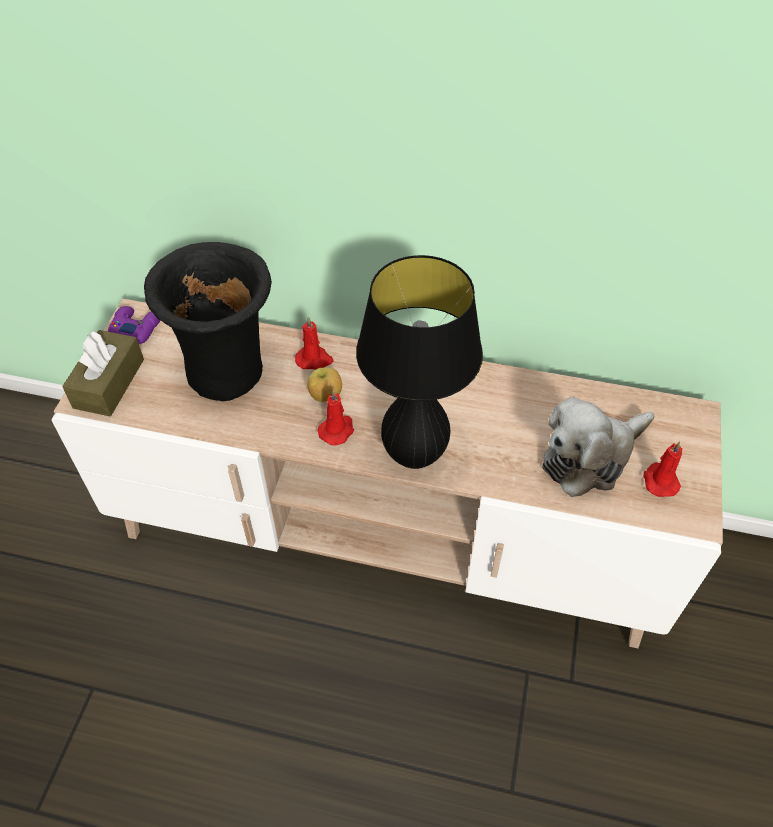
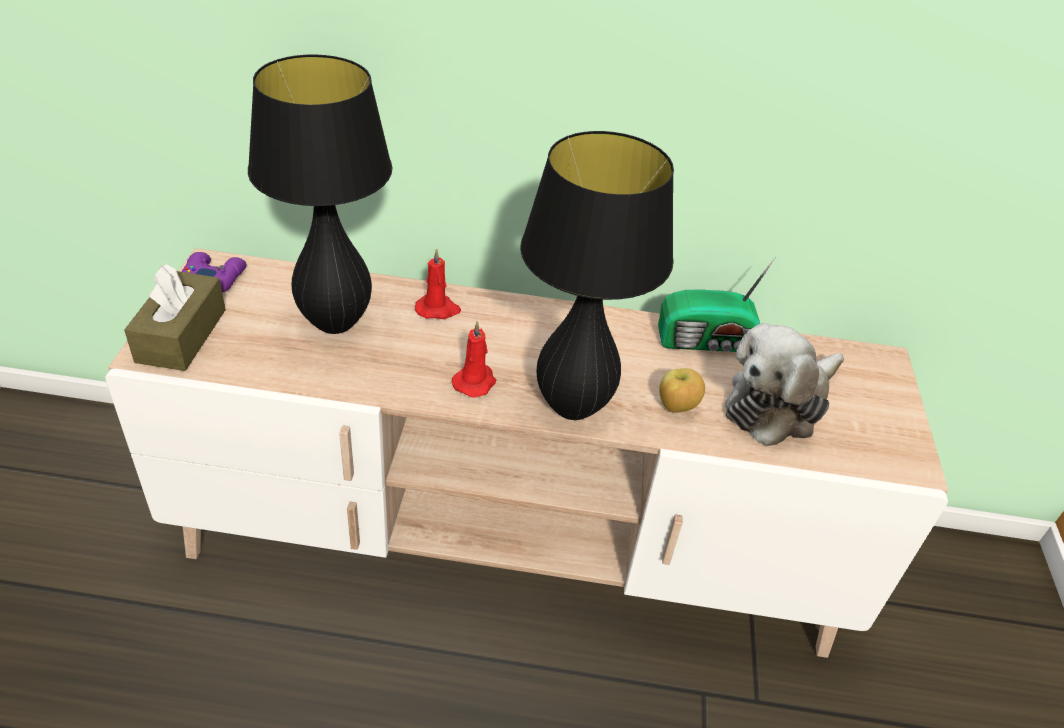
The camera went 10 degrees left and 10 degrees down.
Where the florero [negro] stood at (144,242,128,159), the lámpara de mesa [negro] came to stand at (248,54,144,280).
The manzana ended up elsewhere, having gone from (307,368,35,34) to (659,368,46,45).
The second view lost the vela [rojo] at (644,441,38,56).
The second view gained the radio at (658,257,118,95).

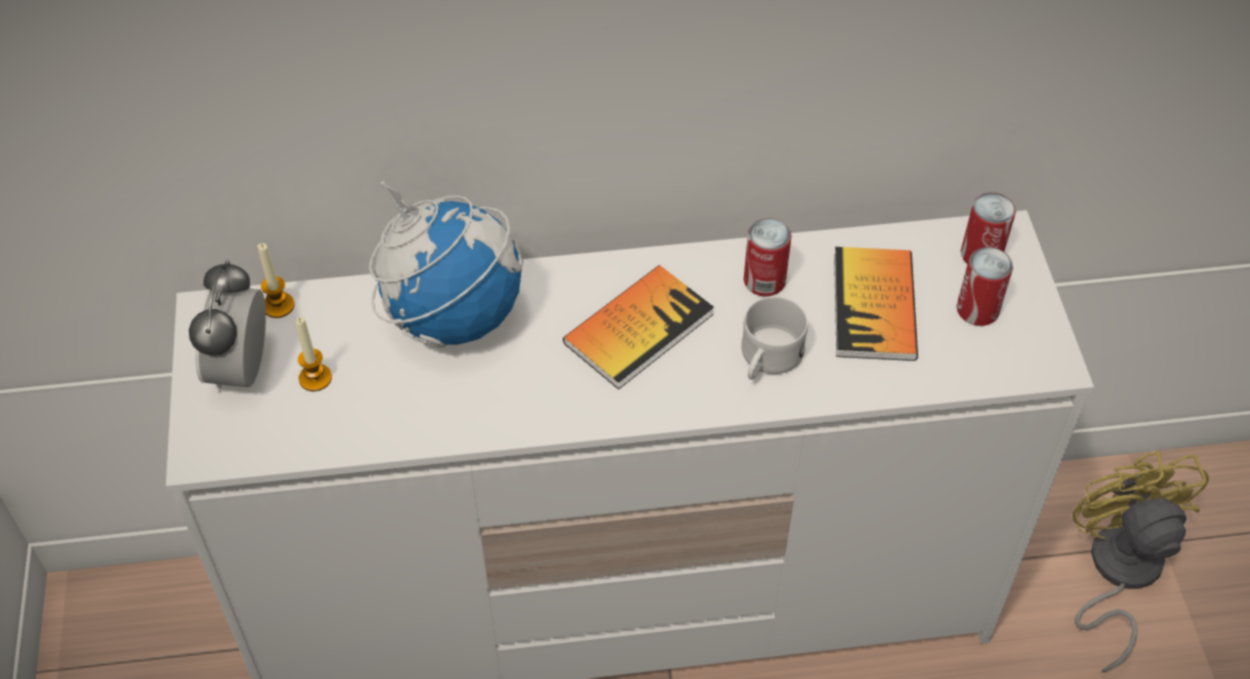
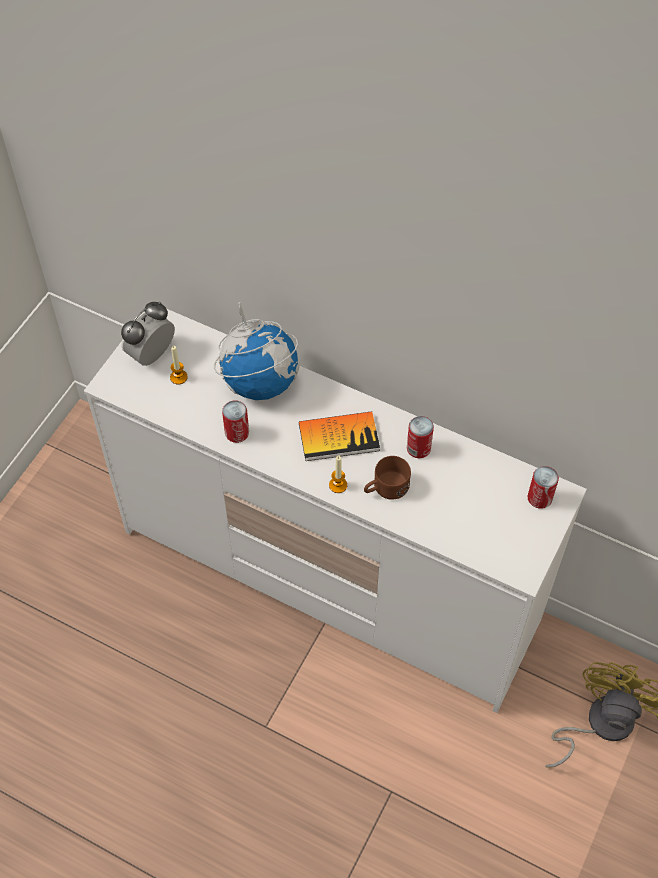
The camera went 35 degrees right and 5 degrees up.
The vela ended up elsewhere, having gone from (258,243,36,75) to (329,456,18,37).
What was the taza grande [blanco] at (741,296,67,84) turned into the taza grande [marrón] at (364,456,47,44).
The second view lost the libro at (834,247,84,114).
The lata ended up elsewhere, having gone from (957,247,56,79) to (222,401,27,42).

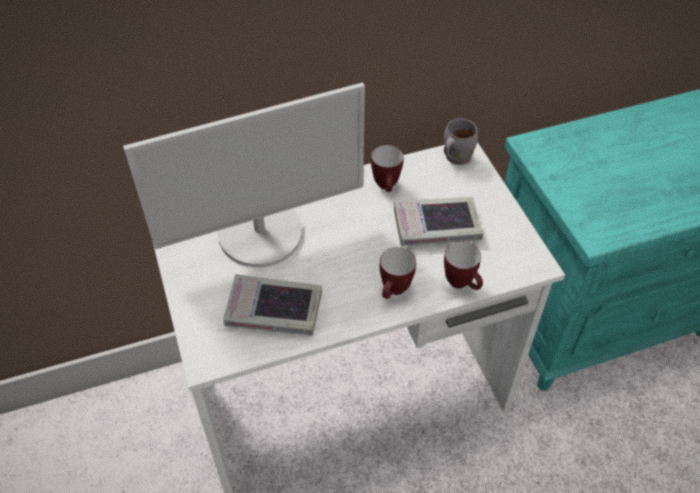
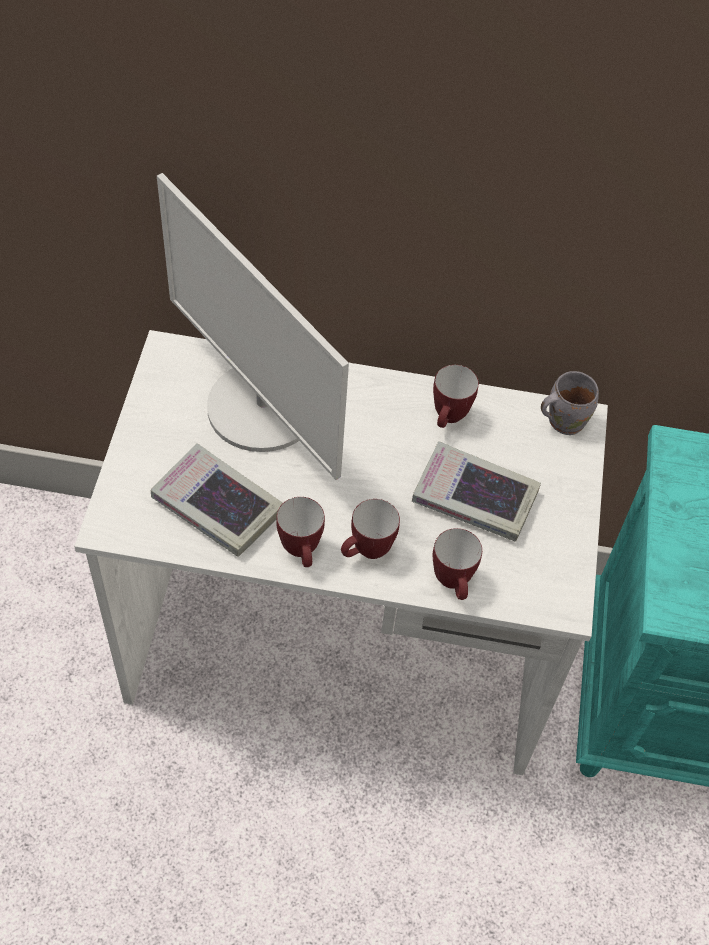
The camera went 25 degrees right and 5 degrees up.
The monitor at (123,82,242,185) ended up facing another way, 45 degrees clockwise from before.
The second view gained the taza grande at (276,497,49,70).

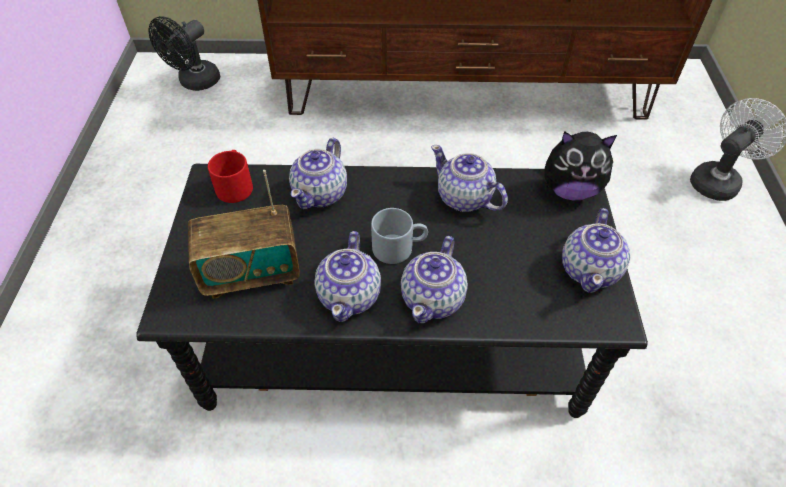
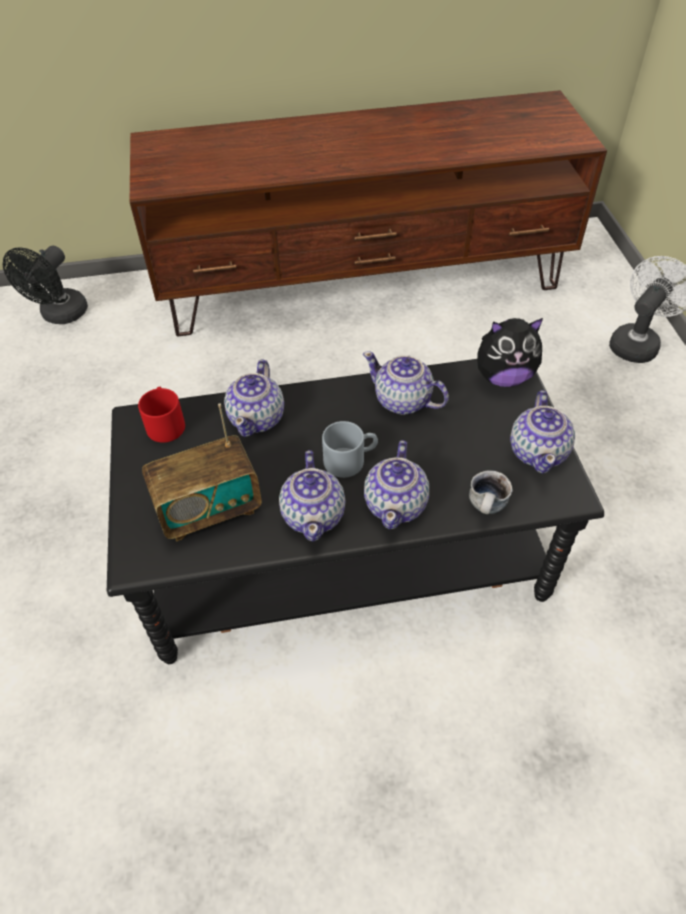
The camera went 10 degrees left and 0 degrees up.
The second view gained the taza grande at (469,470,44,44).

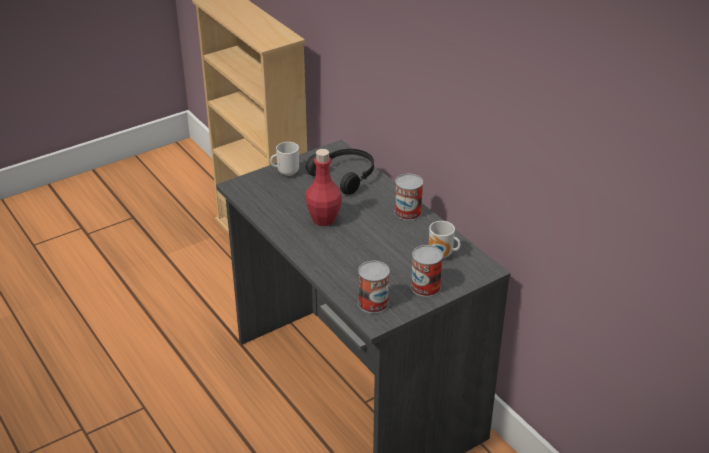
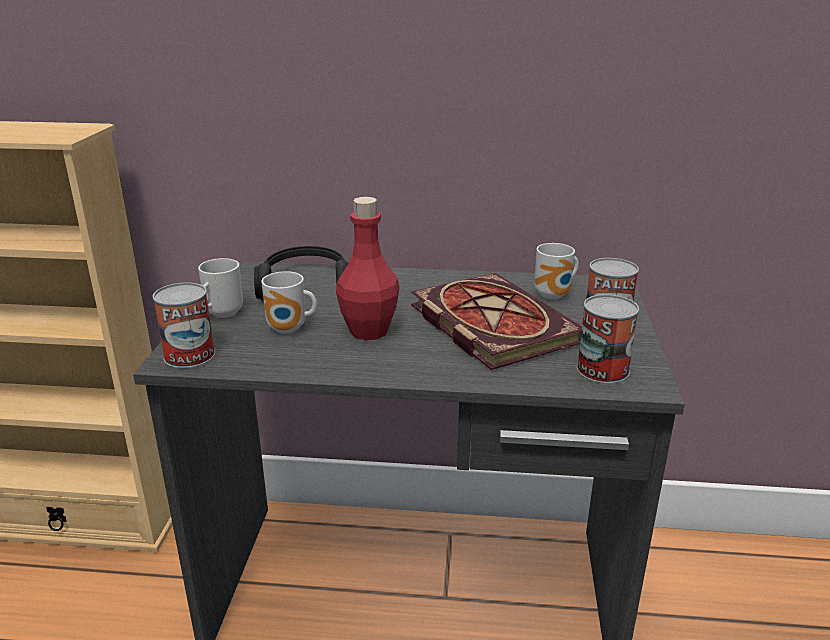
The camera went 50 degrees left and 10 degrees down.
The lata ended up elsewhere, having gone from (394,174,29,47) to (153,282,62,86).
The second view gained the taza grande at (261,271,56,63).
The second view gained the libro at (411,273,171,97).

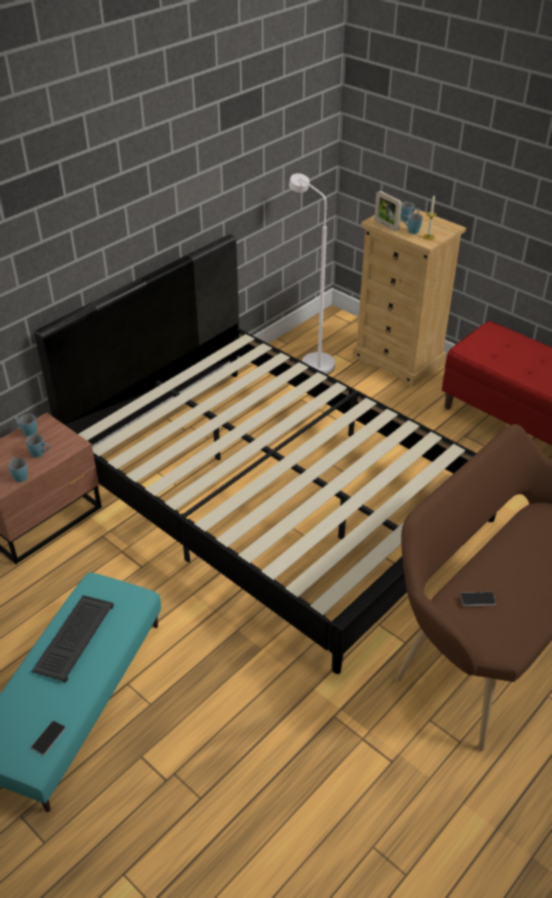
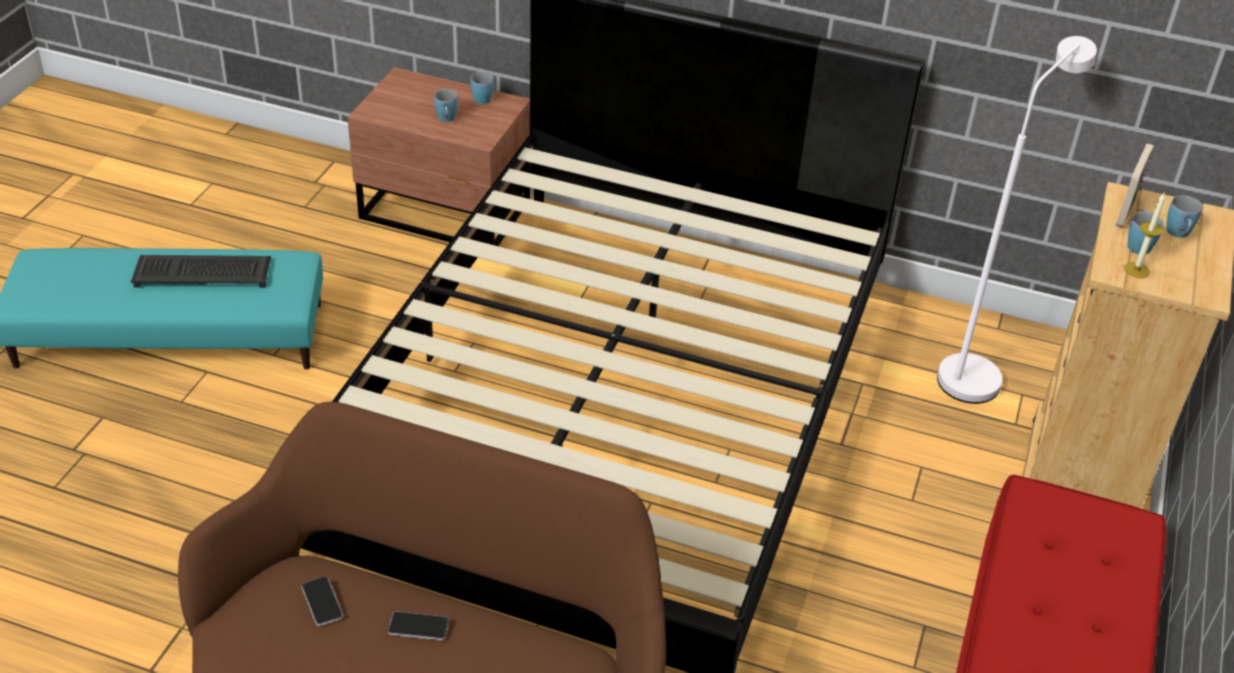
The camera went 65 degrees right and 0 degrees up.
The second view lost the taza grande [azul] at (8,457,20,25).
The móvil ended up elsewhere, having gone from (31,721,35,34) to (388,611,61,29).

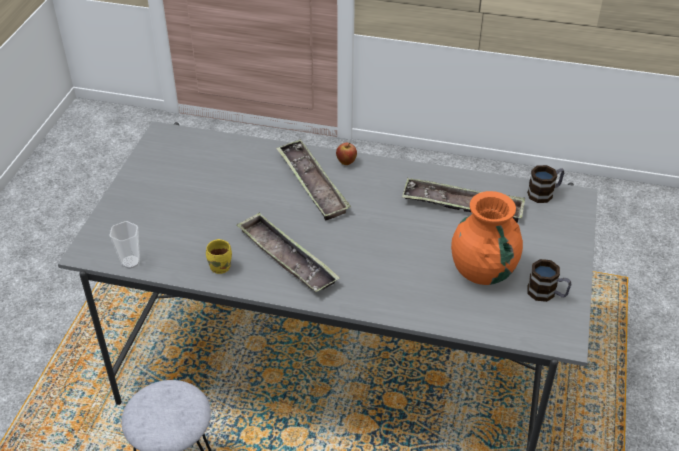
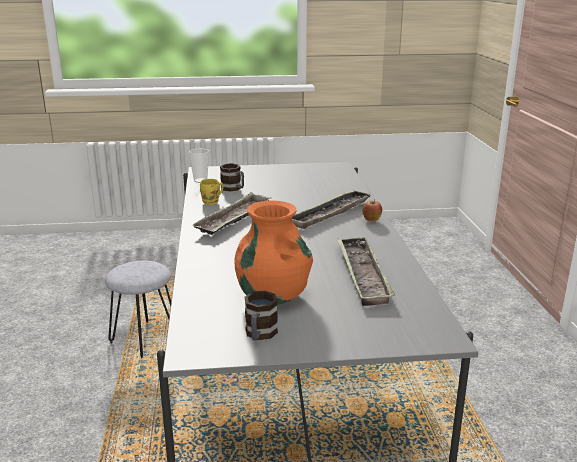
The camera went 70 degrees right and 20 degrees down.
The taza grande ended up elsewhere, having gone from (527,165,37,38) to (220,163,24,28).

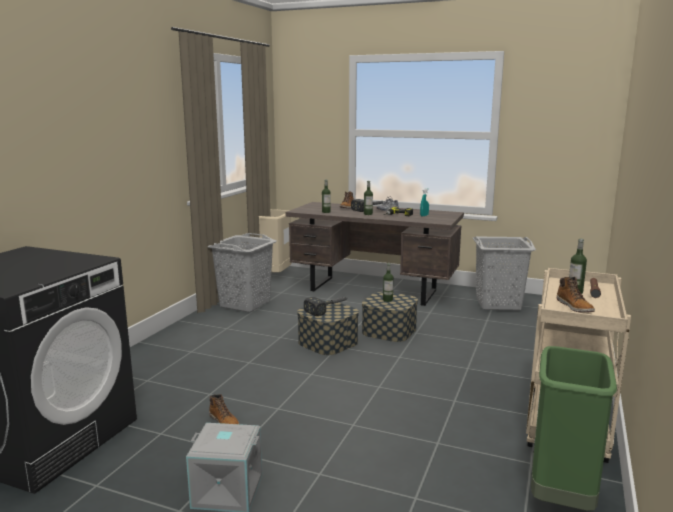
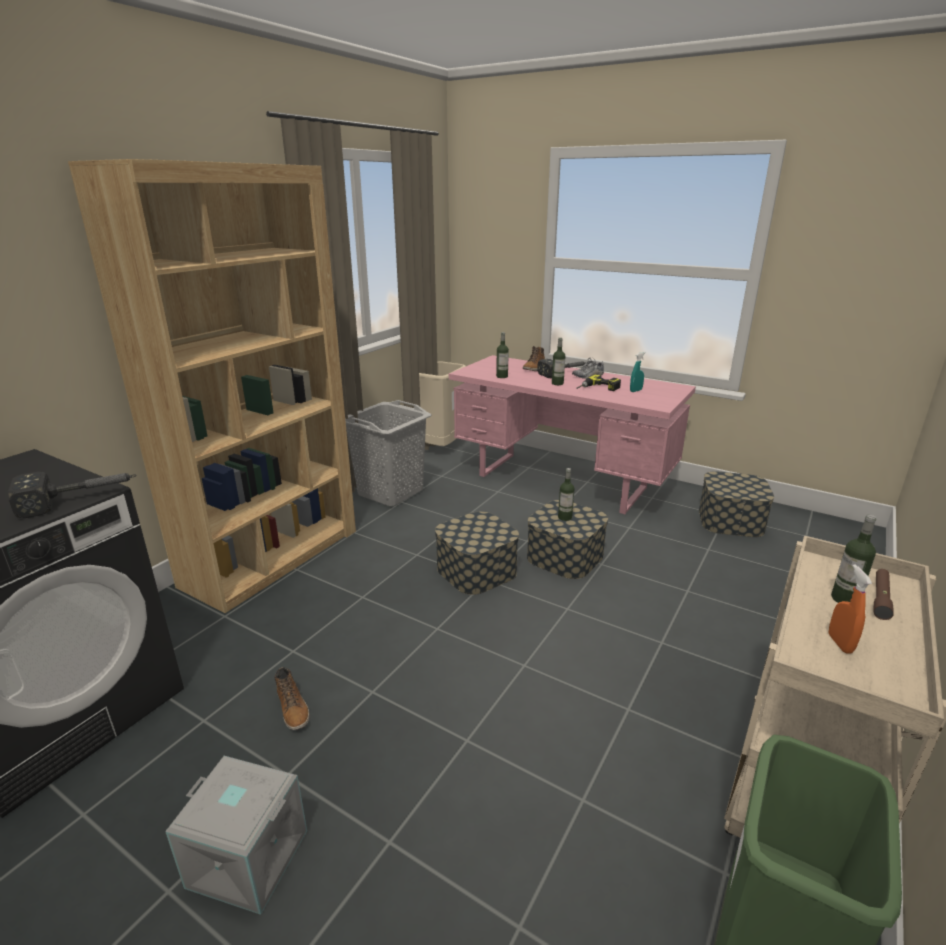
The camera went 10 degrees right and 10 degrees up.
What was the escritorio [marrón] at (286,202,178,104) turned into the escritorio [rosa] at (449,355,247,159).
The martillo ended up elsewhere, having gone from (304,297,44,19) to (8,472,128,46).
Where the cesto de la ropa [gris] stood at (473,236,63,74), the caja de almacenaje came to stand at (699,471,75,66).
Where the bota stood at (557,277,38,35), the pulverizador [naranja] came to stand at (829,564,43,90).
The second view gained the estantería [marrón] at (68,159,288,454).

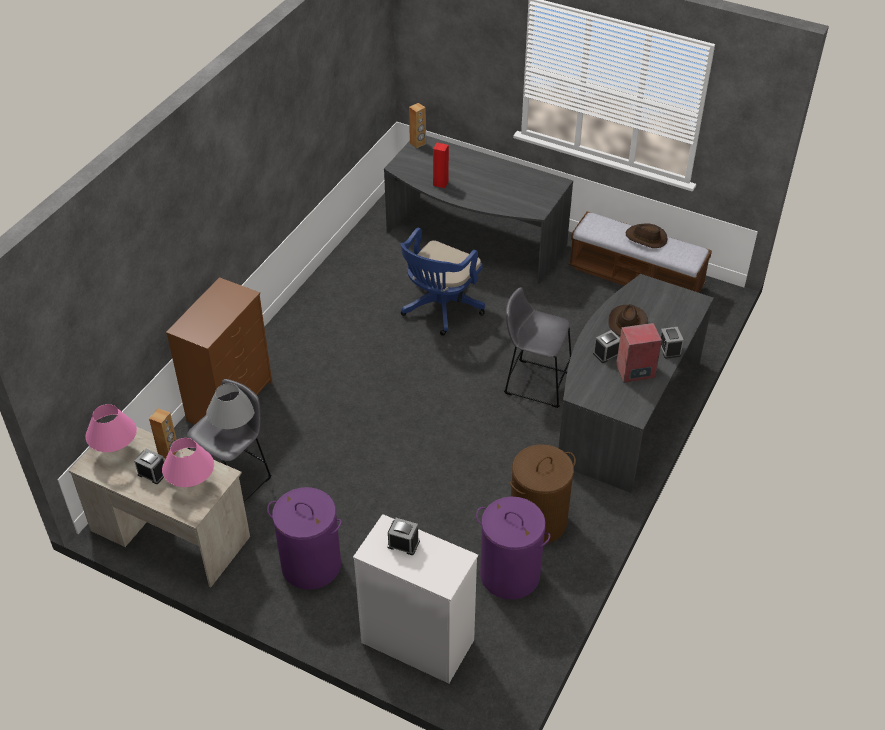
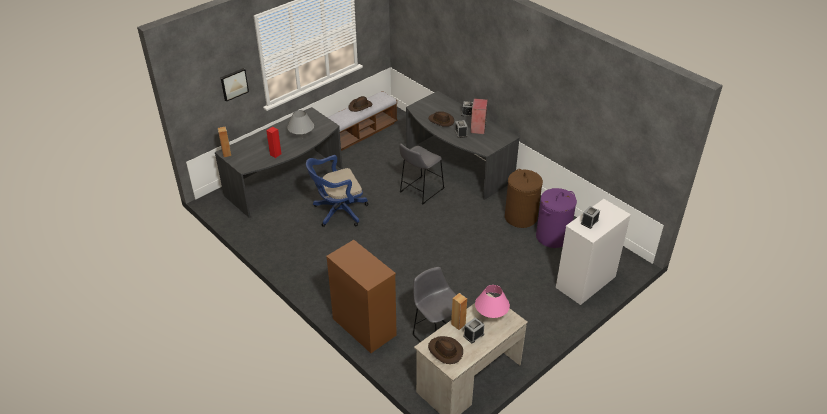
The camera went 70 degrees left and 5 degrees down.
Where the lámpara de mesa [rosa] stood at (85,404,52,48), the sombrero [marrón] came to stand at (428,336,35,28).
The lámpara de mesa [gris] ended up elsewhere, having gone from (206,383,48,46) to (287,110,27,25).
The second view lost the cesto de la ropa [morado] at (267,487,75,103).
The silla de oficina [azul] at (400,228,85,108) ended up facing another way, 105 degrees clockwise from before.
The second view gained the cuadro at (221,68,28,34).

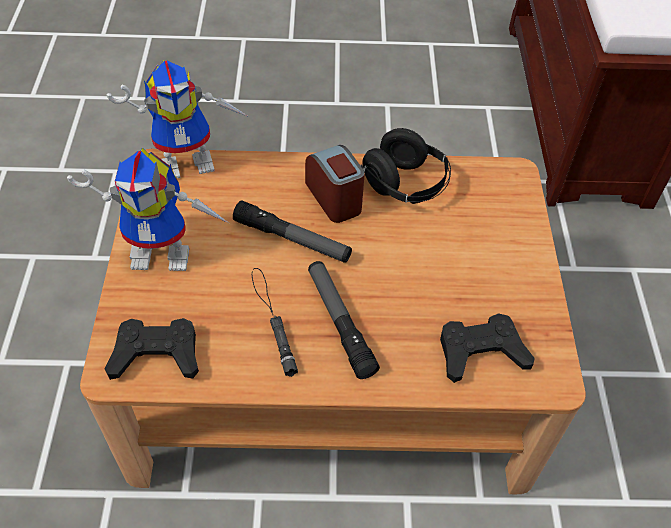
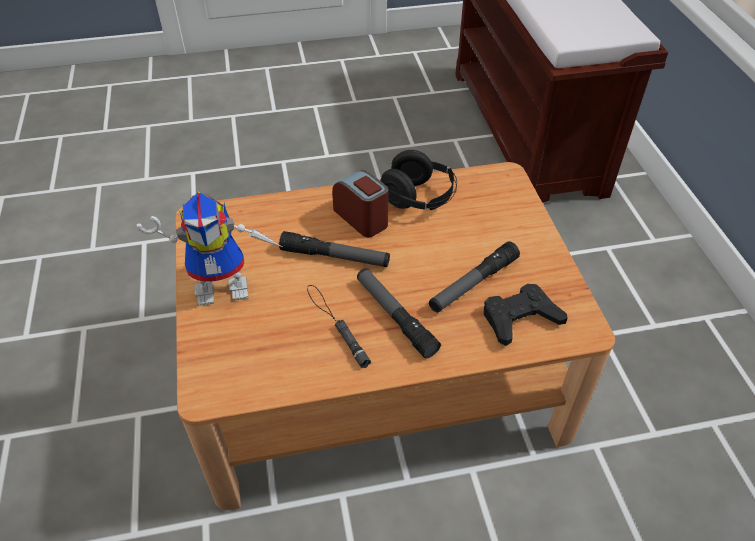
The camera went 10 degrees left and 5 degrees down.
The second view lost the mando de consola [negro] at (105,318,94,62).
The second view lost the robot de juguete at (107,60,142,118).
The second view gained the linterna at (429,241,91,71).

